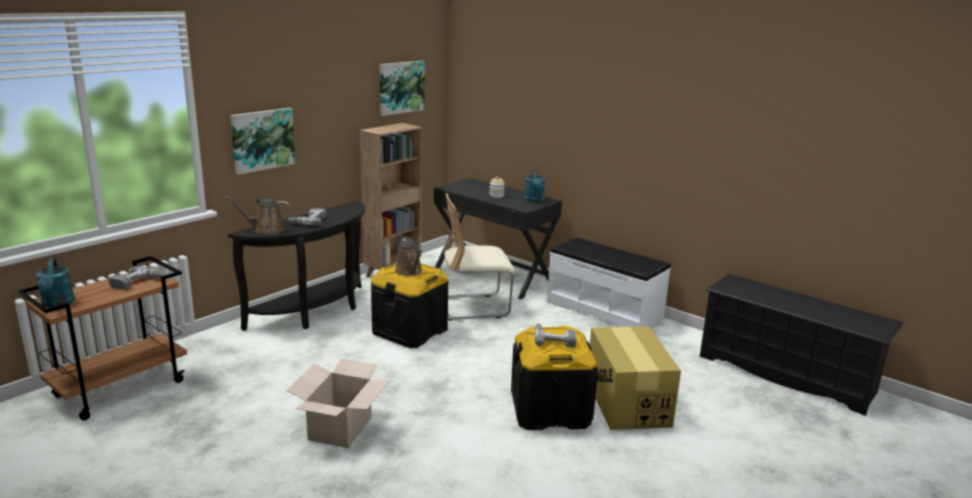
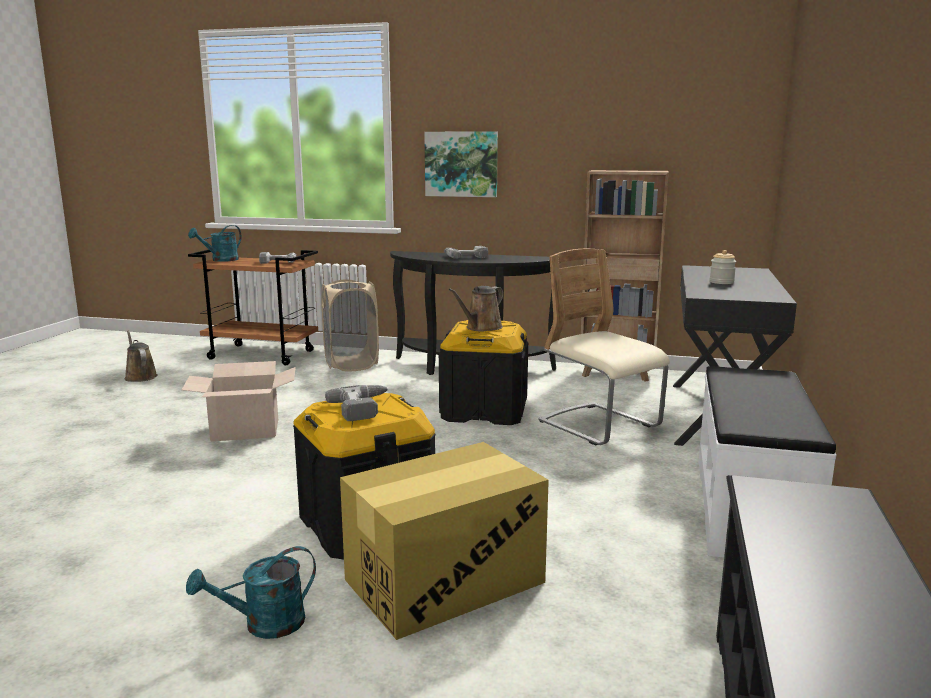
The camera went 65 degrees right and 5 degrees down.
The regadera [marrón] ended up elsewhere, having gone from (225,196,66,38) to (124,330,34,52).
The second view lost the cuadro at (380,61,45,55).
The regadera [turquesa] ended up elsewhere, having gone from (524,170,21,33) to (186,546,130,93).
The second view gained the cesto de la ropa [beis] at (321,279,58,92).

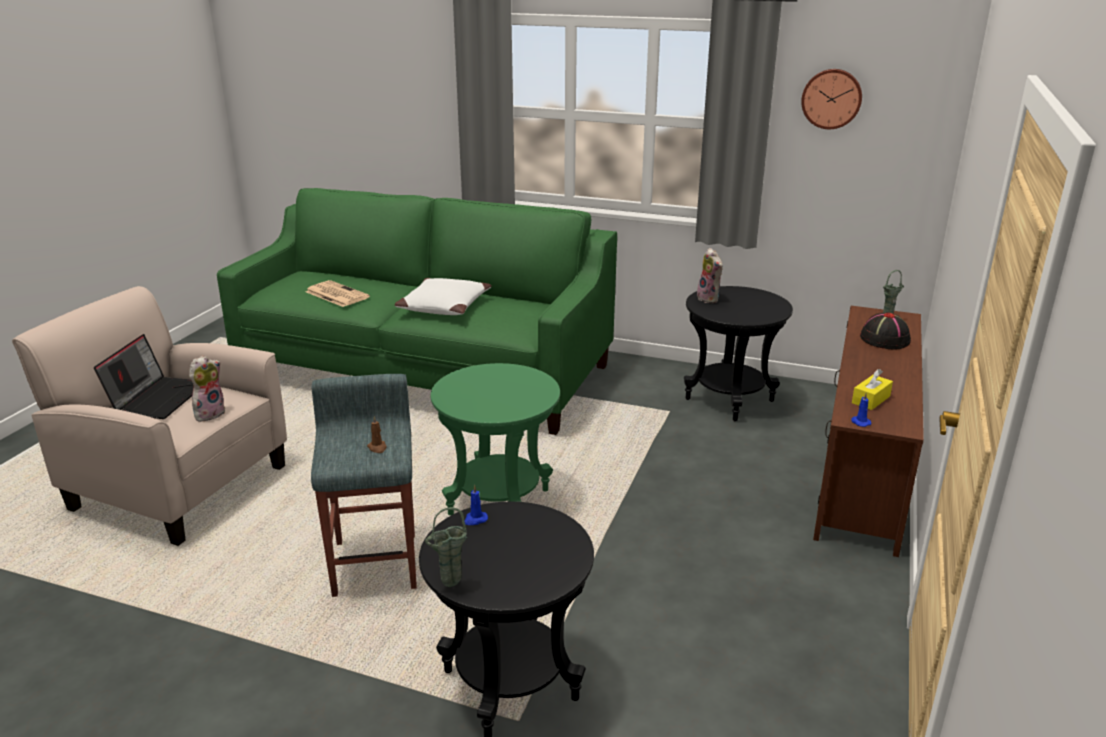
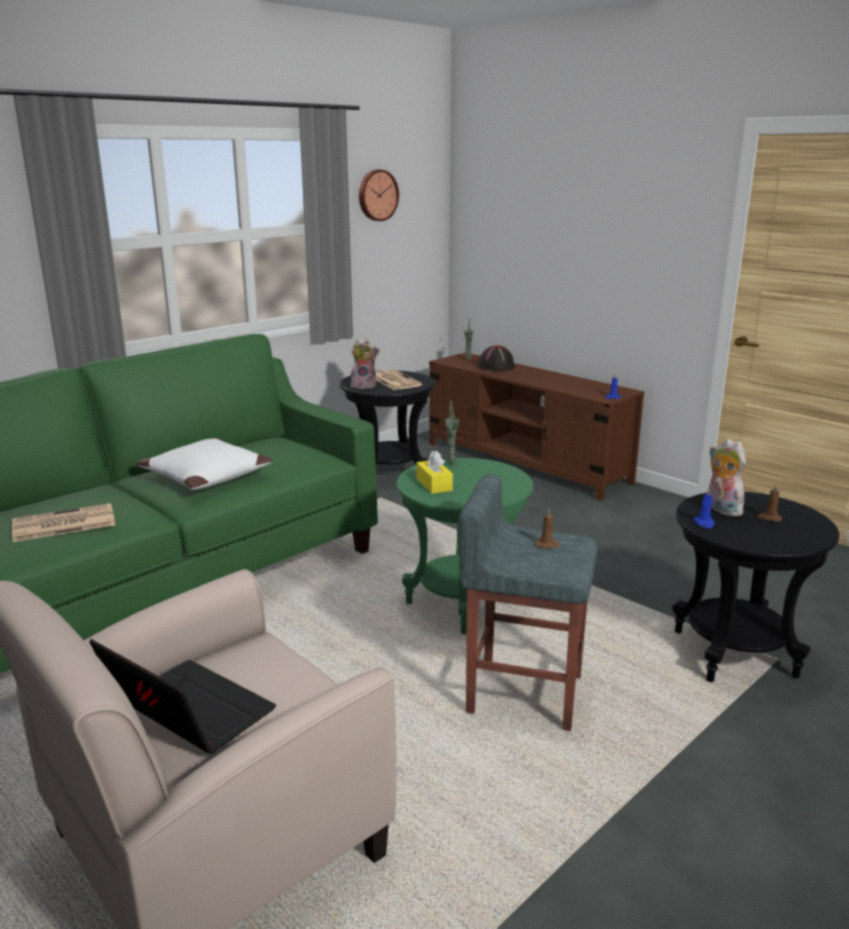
The camera went 65 degrees left and 5 degrees down.
The peluche ended up elsewhere, having gone from (189,355,36,67) to (708,439,38,77).
The florero [verde] ended up elsewhere, having gone from (425,507,42,80) to (445,401,14,64).
The caja de pañuelos [amarillo] ended up elsewhere, having gone from (852,369,41,41) to (416,451,37,43).
The second view gained the periódico at (376,369,46,21).
The second view gained the vela [marrón] at (757,484,25,38).

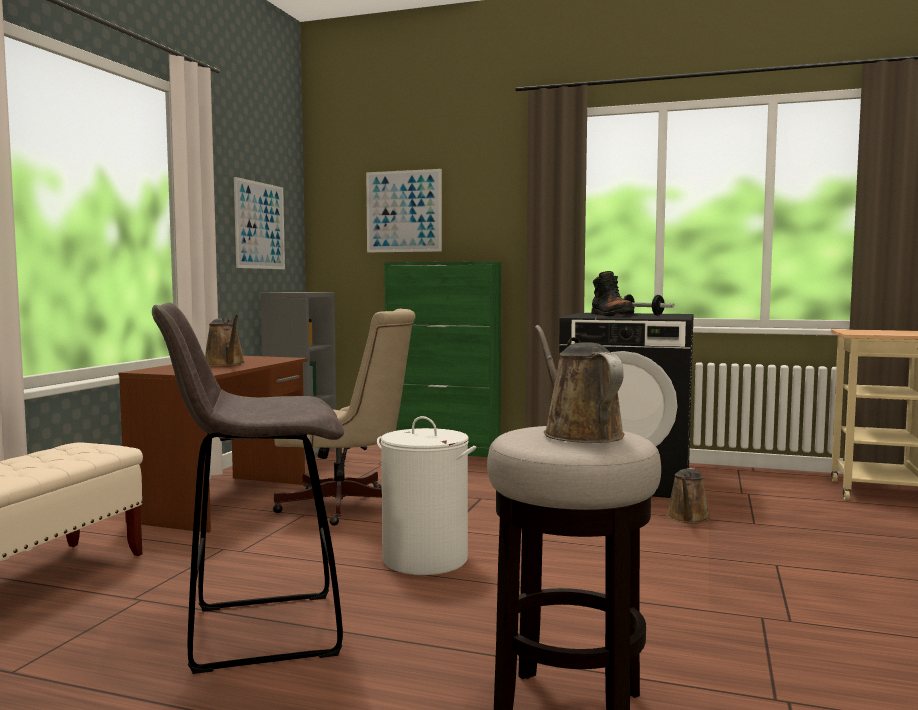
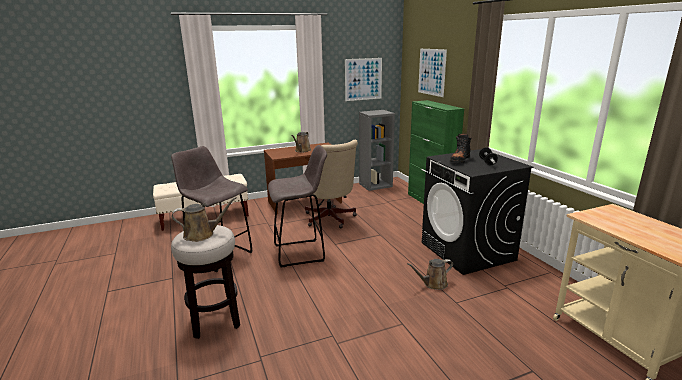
The camera went 50 degrees right and 15 degrees up.
Where the cesto de la ropa [blanco] stood at (377,416,99,159), the taburete [gris] came to stand at (268,145,59,123).
The regadera [marrón] at (535,325,89,118) ended up facing another way, 45 degrees clockwise from before.

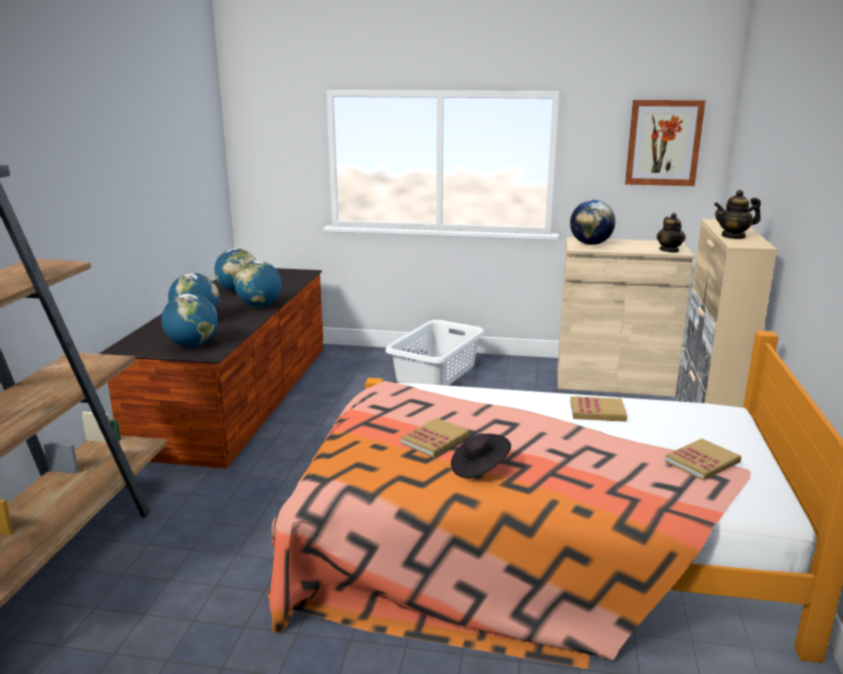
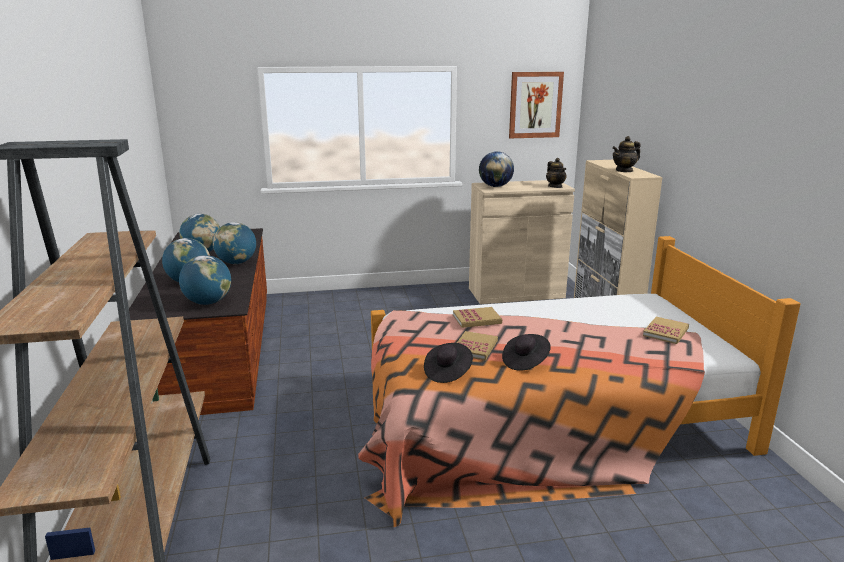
The camera went 20 degrees left and 0 degrees up.
The second view lost the cesto de la ropa [blanco] at (385,320,99,66).
The libro ended up elsewhere, having gone from (570,396,57,26) to (453,307,49,21).
The second view gained the sombrero [negro] at (424,343,49,40).

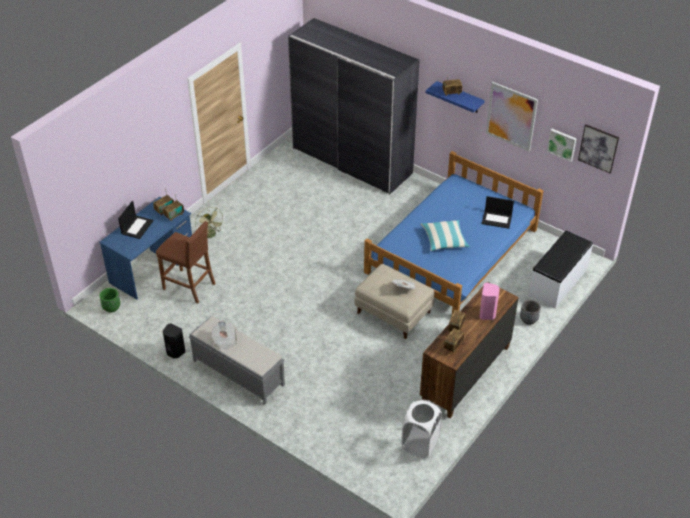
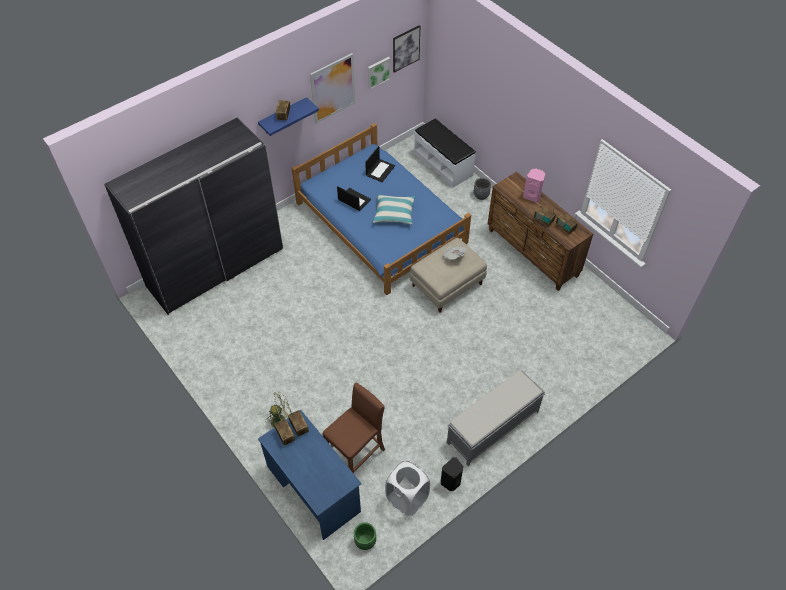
The camera went 75 degrees left and 10 degrees up.
The portátil ended up elsewhere, having gone from (118,201,36,38) to (337,186,34,25).
The second view lost the periódico at (211,320,26,31).
The cesto de la ropa [blanco] ended up elsewhere, having gone from (401,399,41,59) to (385,461,45,55).

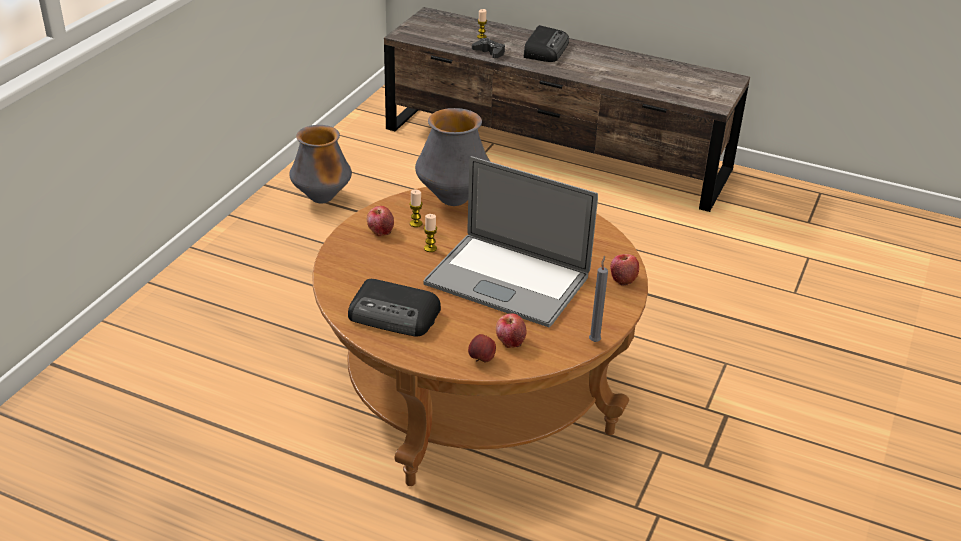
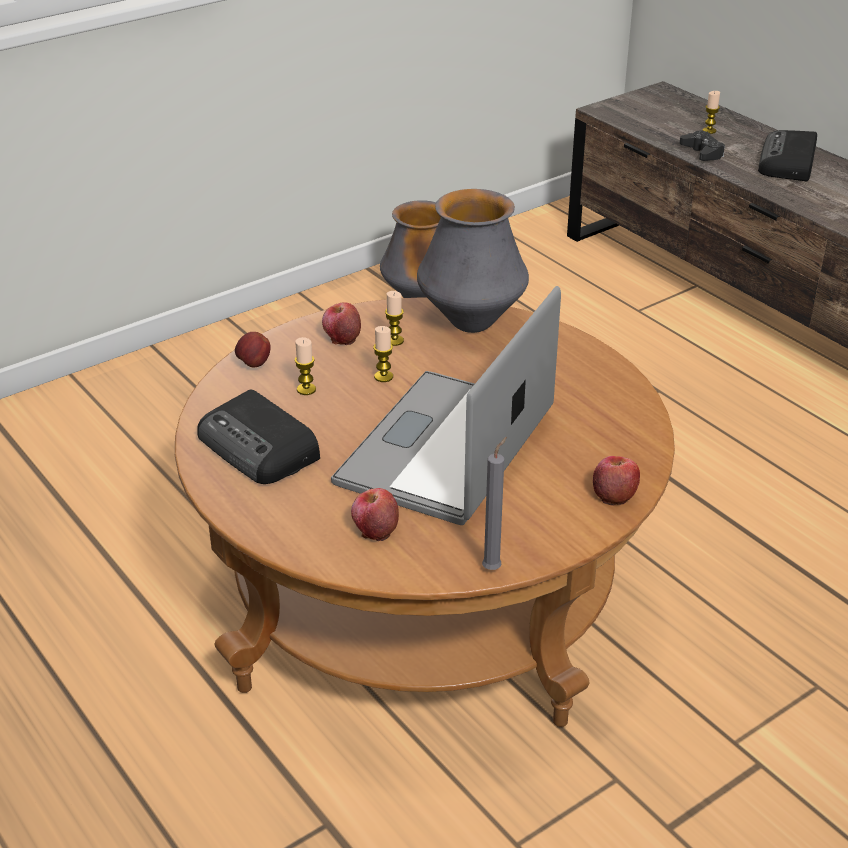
The camera went 30 degrees right and 0 degrees up.
The portátil at (423,156,175,171) ended up facing another way, 60 degrees clockwise from before.
The manzana ended up elsewhere, having gone from (468,334,28,28) to (235,332,36,36).
The radio at (524,25,45,37) ended up facing another way, 150 degrees clockwise from before.
The second view gained the vela at (295,337,21,58).

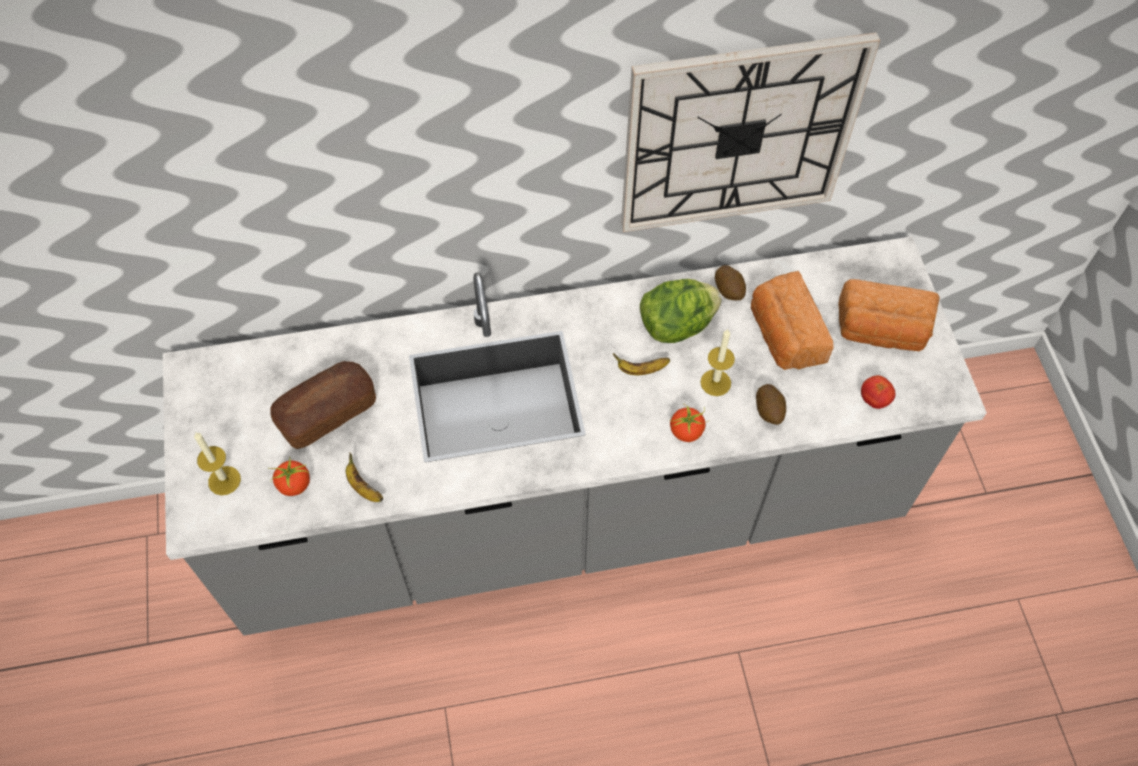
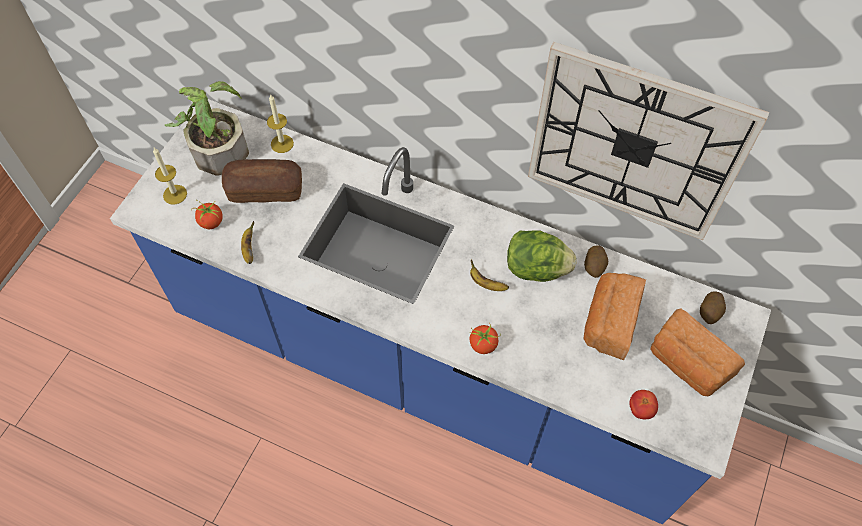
The camera went 35 degrees right and 0 degrees up.
What was the mueble bajo de cocina [gris] at (163,236,824,400) turned into the mueble bajo de cocina [azul] at (110,99,661,425).
The vela ended up elsewhere, having gone from (701,329,34,67) to (267,94,27,59).
The patata ended up elsewhere, having gone from (756,384,30,41) to (700,292,26,32).
The second view gained the planta en maceta at (165,81,84,95).

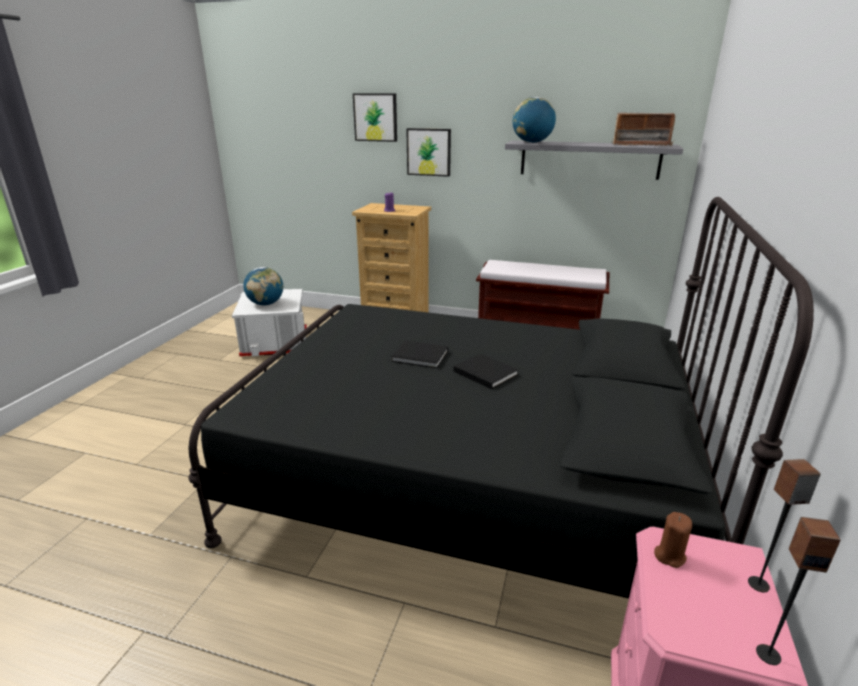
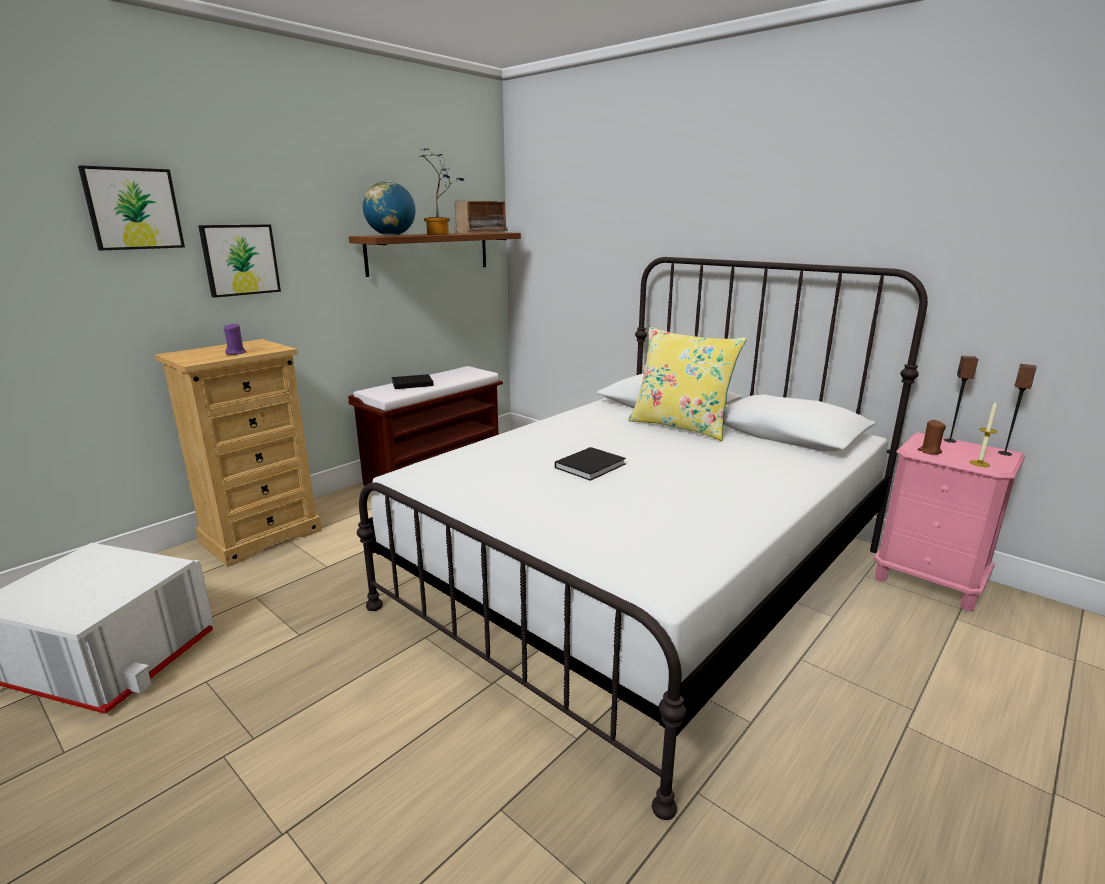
The camera went 65 degrees left and 5 degrees down.
What was the cama [negro] at (189,197,625,401) turned into the cama [blanco] at (357,257,571,563).
The second view lost the globo terráqueo at (243,267,40,38).
The libro [negro] ended up elsewhere, having gone from (454,353,65,36) to (392,374,42,15).
What was the estante [gris] at (505,141,178,39) turned into the estante [marrón] at (349,232,172,45).
The second view gained the planta en maceta at (418,148,47,87).
The second view gained the cojín [amarillo] at (628,327,119,114).
The second view gained the vela at (970,402,27,65).

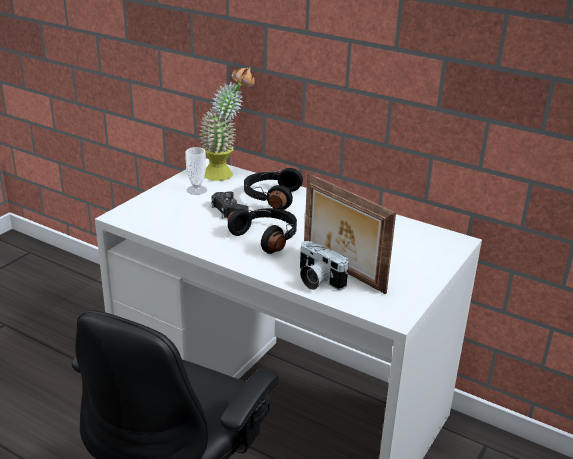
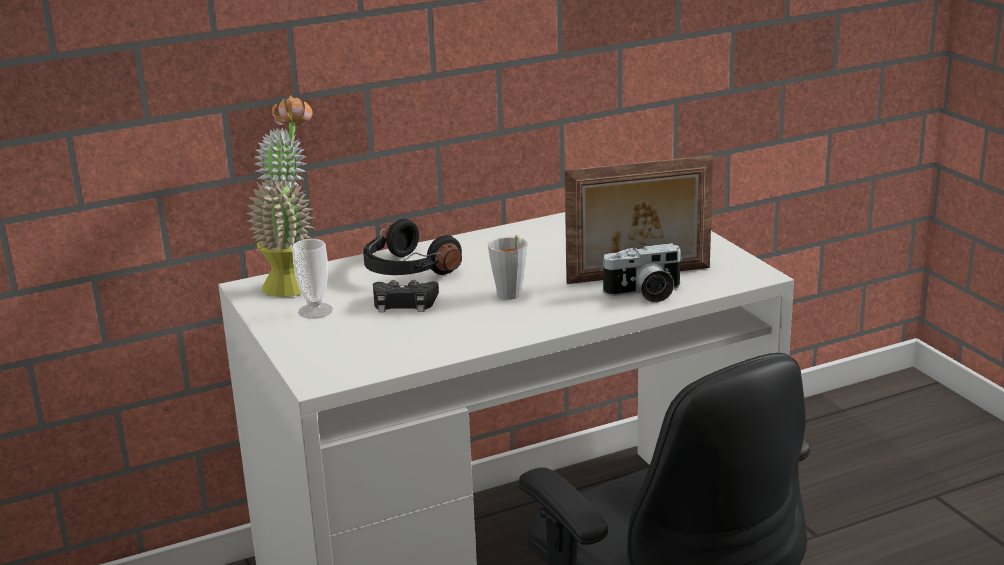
The camera went 55 degrees left and 5 degrees down.
Where the auriculares [negro] stood at (227,208,70,46), the taza [gris] came to stand at (488,235,39,65).

